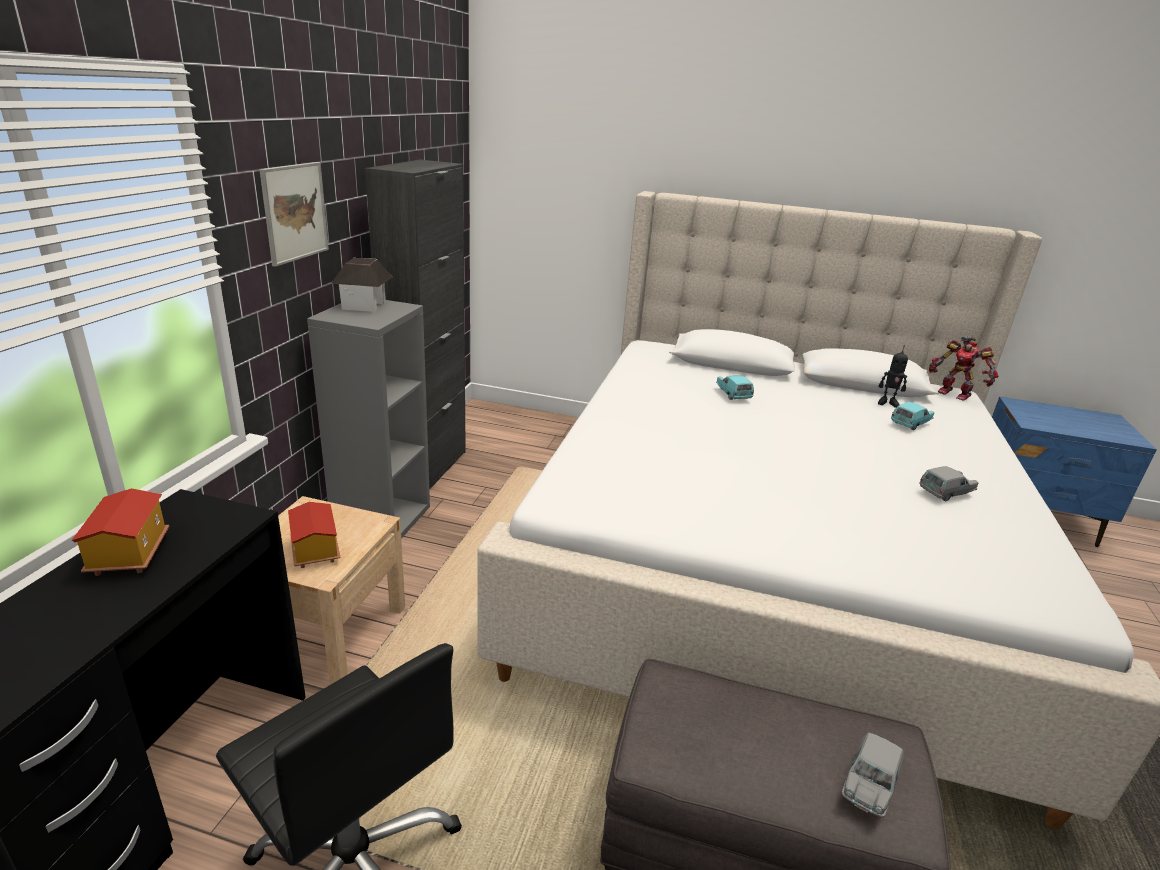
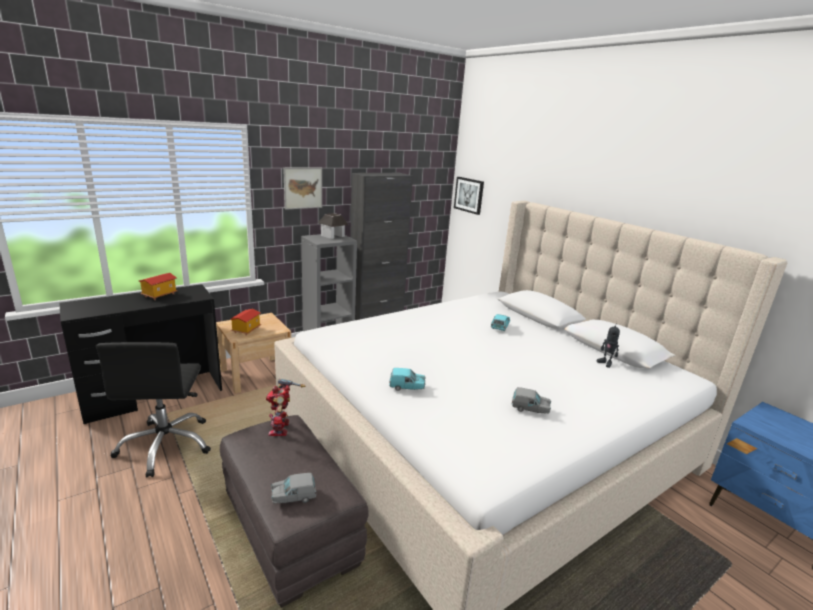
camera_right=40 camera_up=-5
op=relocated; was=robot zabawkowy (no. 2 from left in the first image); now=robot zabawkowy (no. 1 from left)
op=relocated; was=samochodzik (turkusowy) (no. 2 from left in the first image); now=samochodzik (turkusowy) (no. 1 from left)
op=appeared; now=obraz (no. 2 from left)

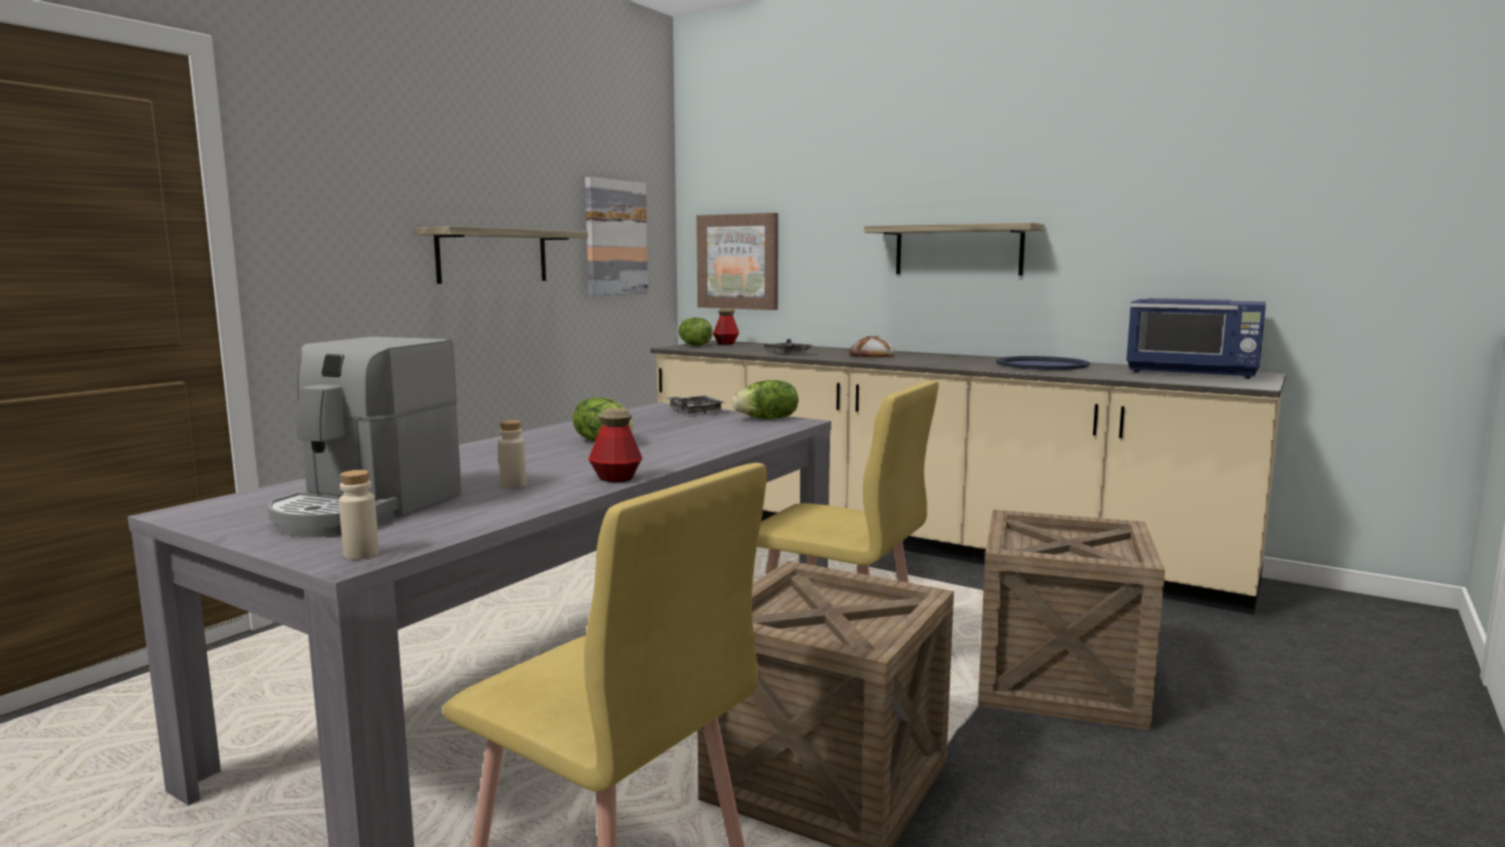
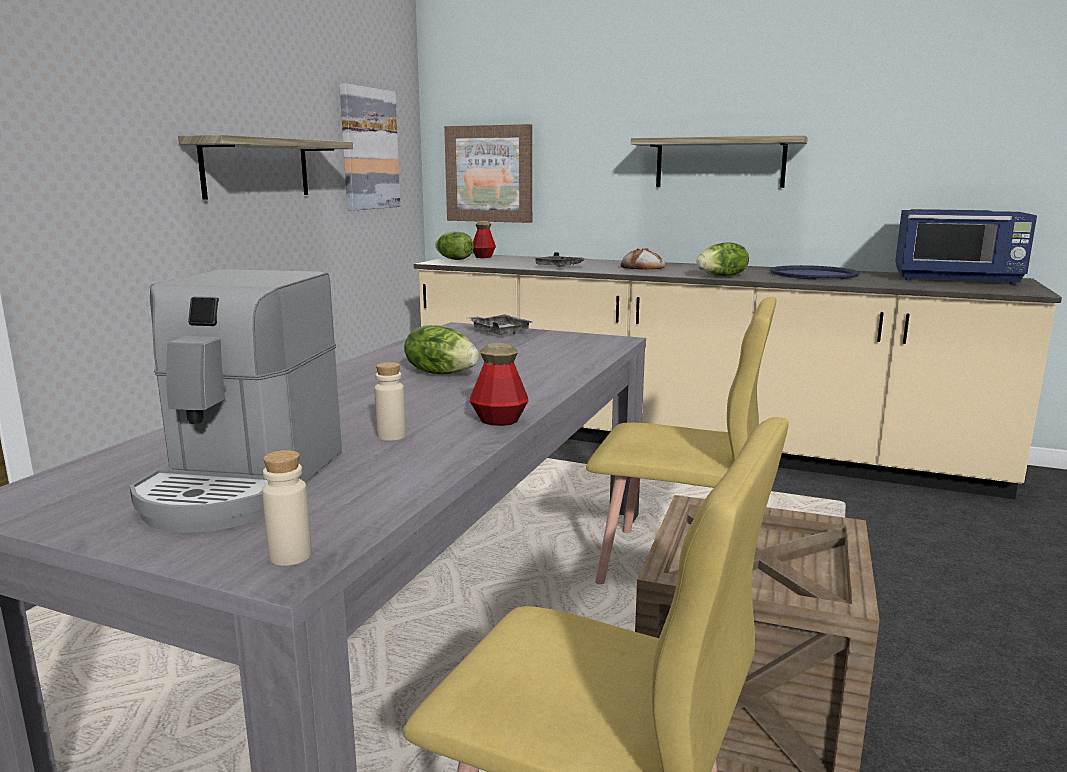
camera_right=-10 camera_up=5
op=relocated; was=sałata (no. 3 from left)
op=missing; was=skrzynka (no. 2 from left)

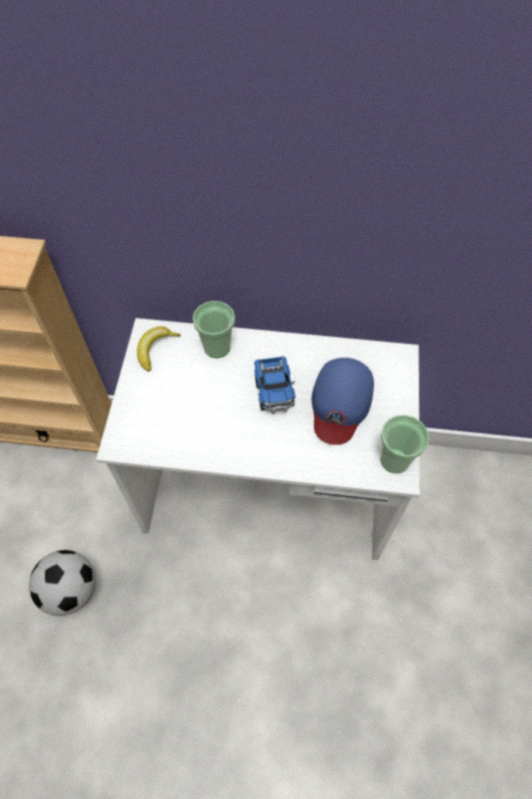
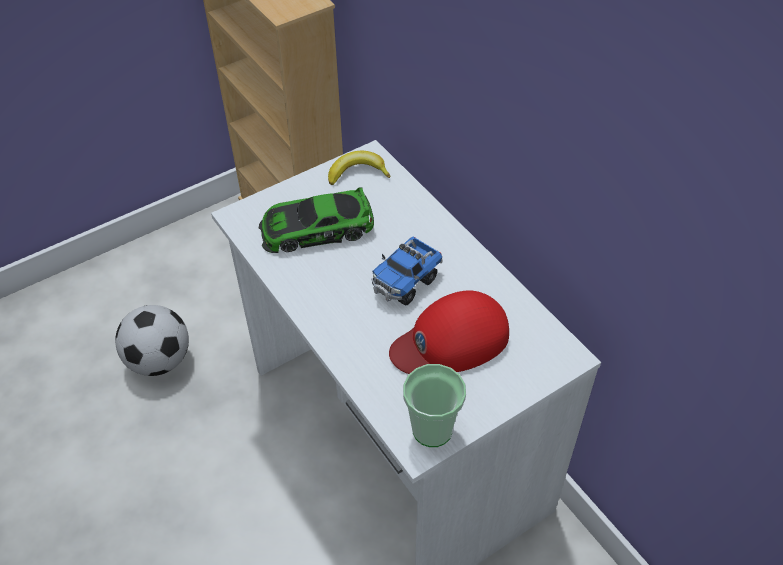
camera_right=50 camera_up=-10
op=appeared; now=samochodzik
op=colour; was=czapka z daszkiem (niebieski); now=czapka z daszkiem (czerwony)
op=missing; was=filiżanka (no. 1 from left)

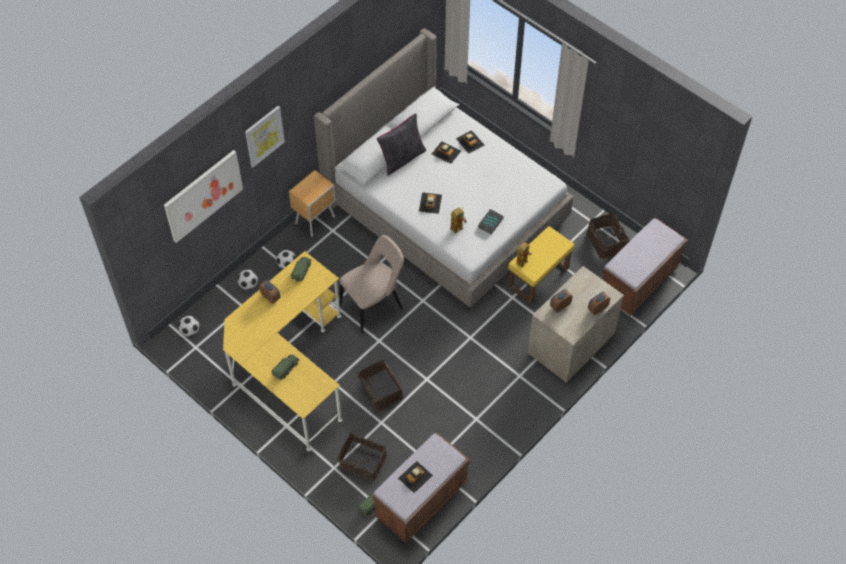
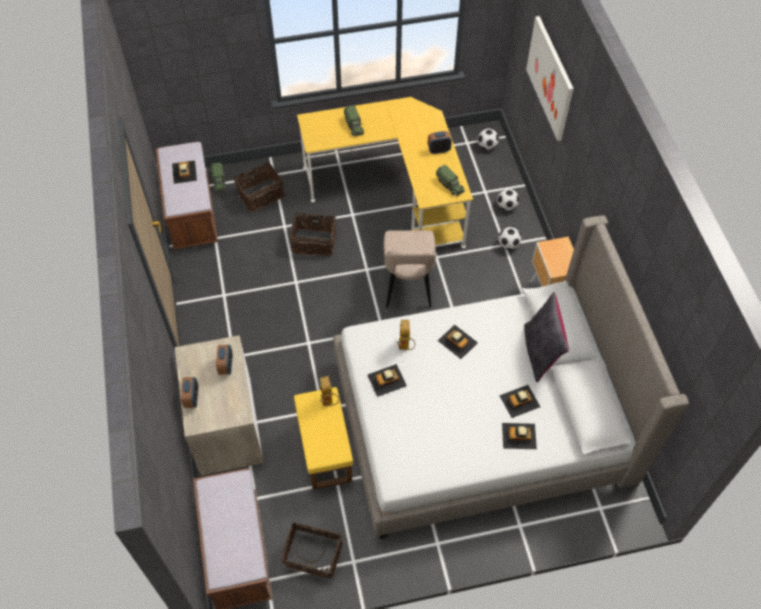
camera_right=125 camera_up=0
op=exchanged; was=książka; now=samochodzik (no. 2 from left)
op=missing; was=obraz (no. 2 from left)

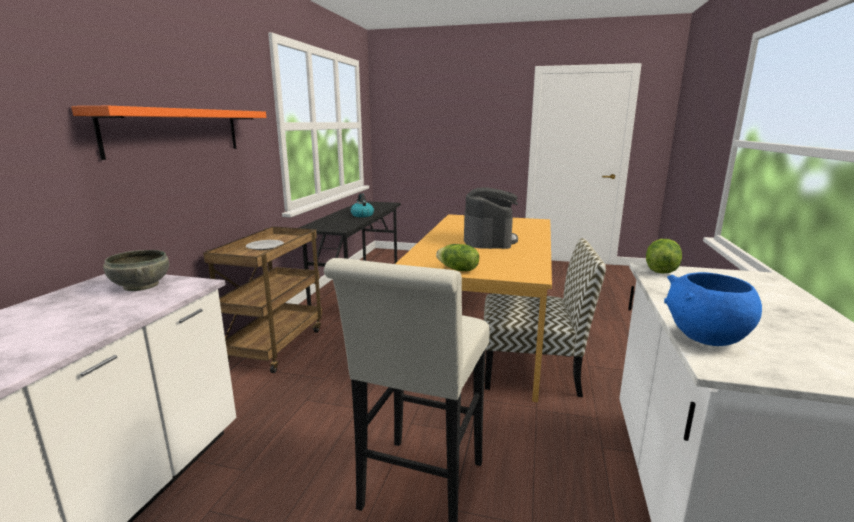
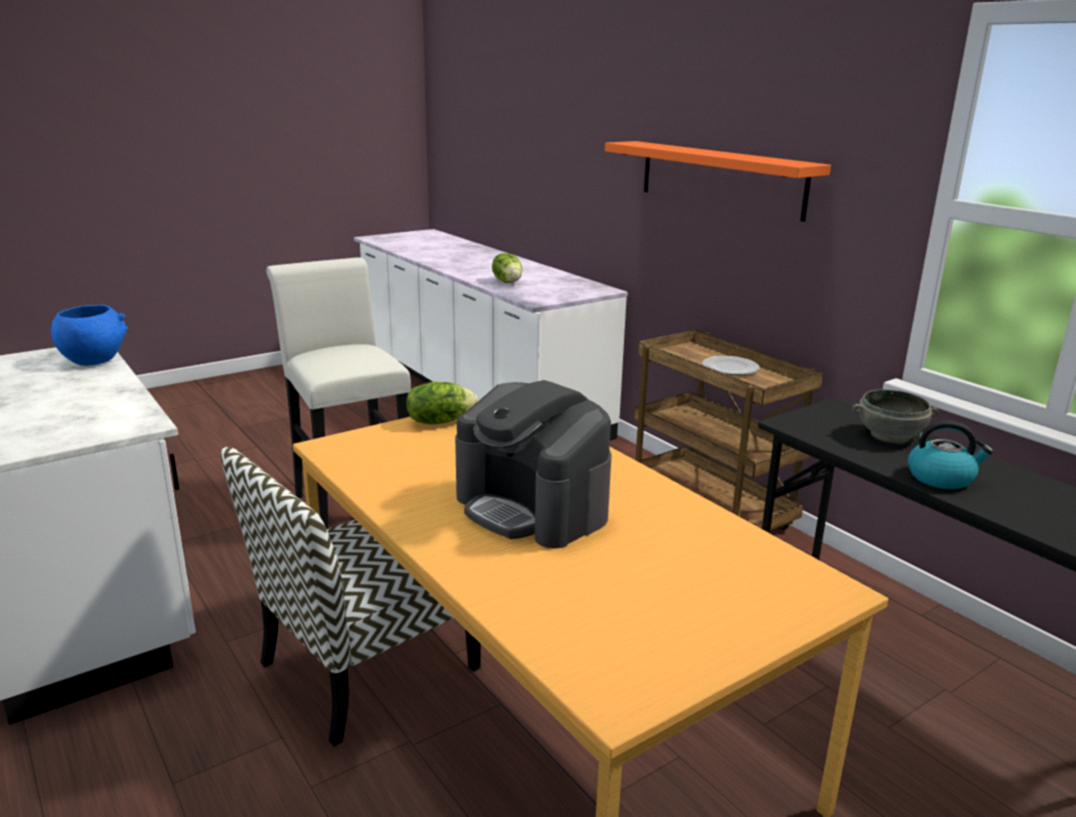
camera_right=130 camera_up=5
op=relocated; was=sałata (no. 2 from left)
op=relocated; was=miska (szary)

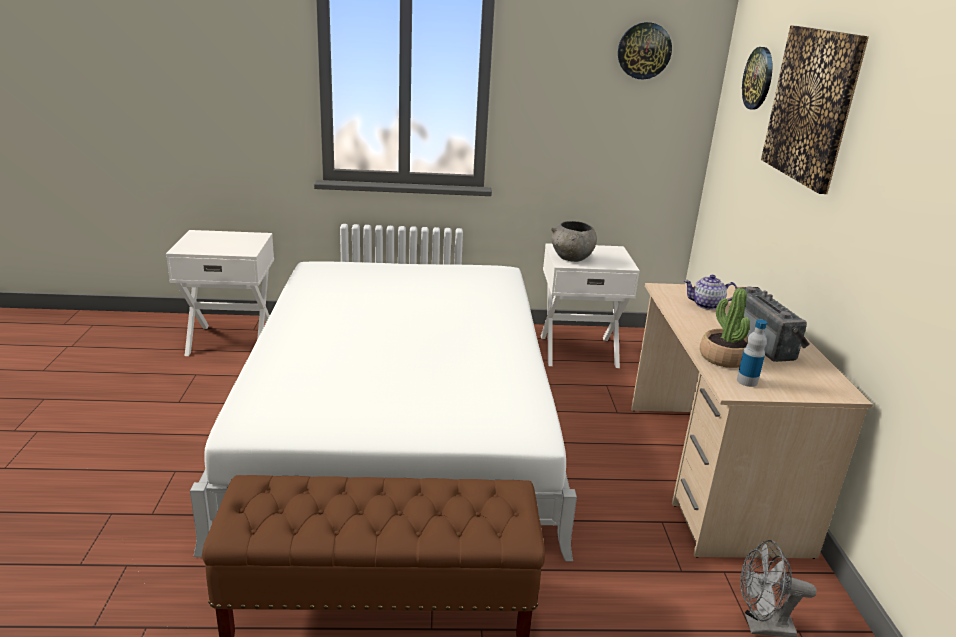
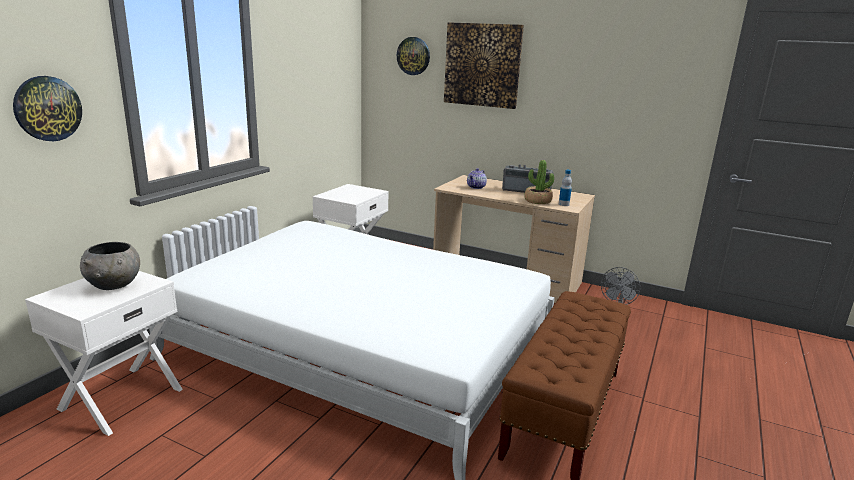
camera_right=-60 camera_up=-5
op=relocated; was=zegar ścienny (no. 1 from left)
op=relocated; was=miska (szary)

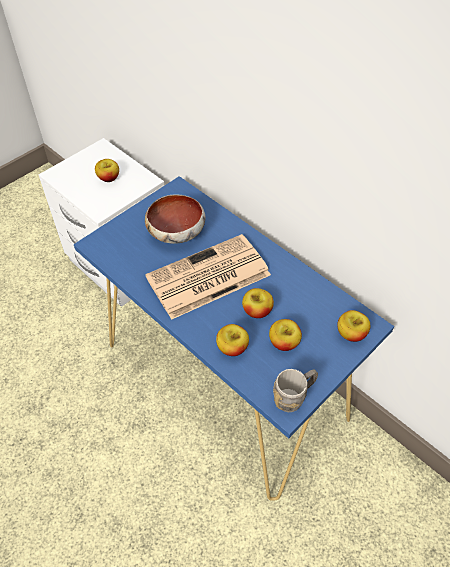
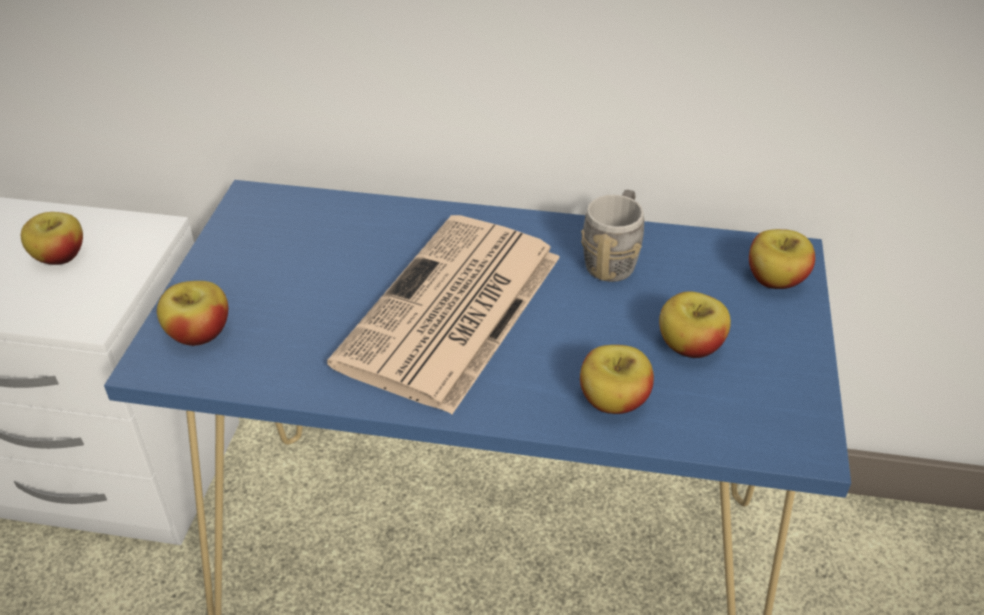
camera_right=-35 camera_up=-10
op=relocated; was=jabłko (no. 3 from left in the first image); now=jabłko (no. 2 from left)
op=relocated; was=kubek (szary)
op=missing; was=miska

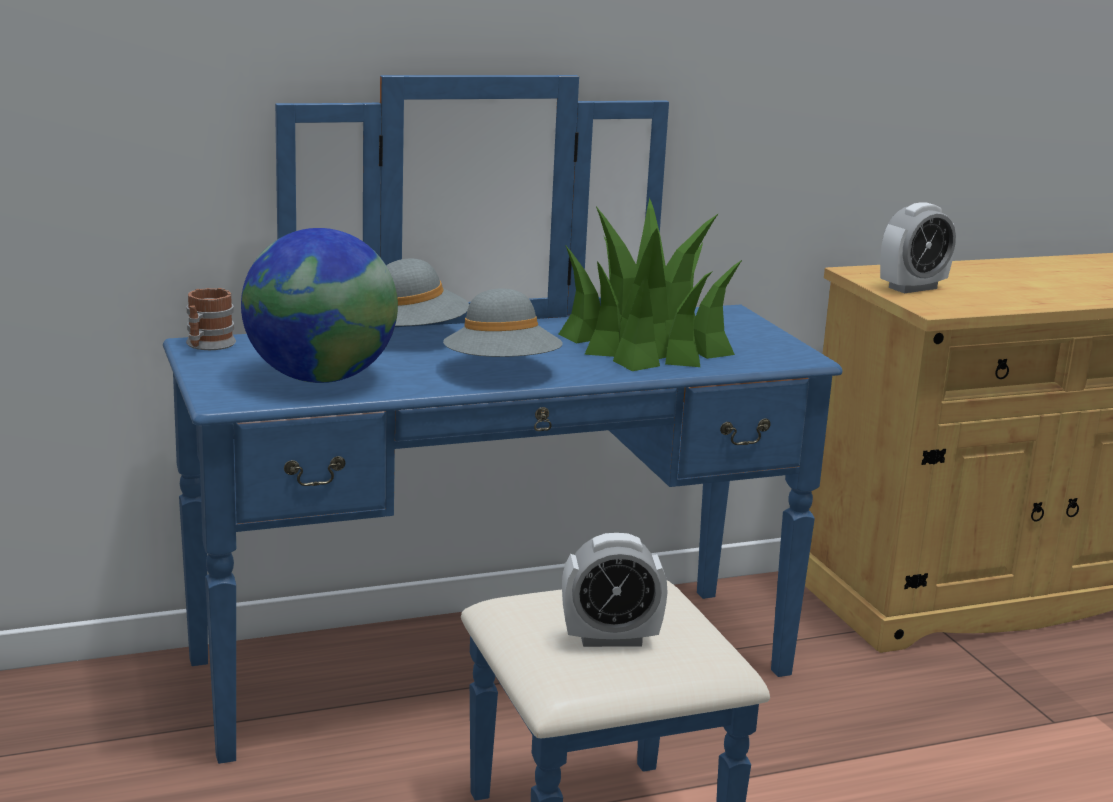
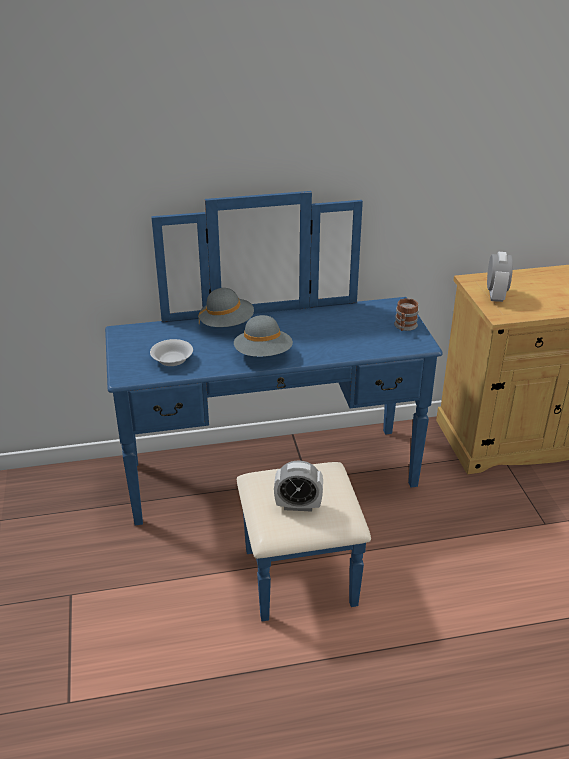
camera_right=10 camera_up=15
op=exchanged; was=globus; now=miska (biały)
op=relocated; was=kubek
op=spun; was=budzik (no. 2 from left); clockwise=-60
op=missing; was=roślina doniczkowa

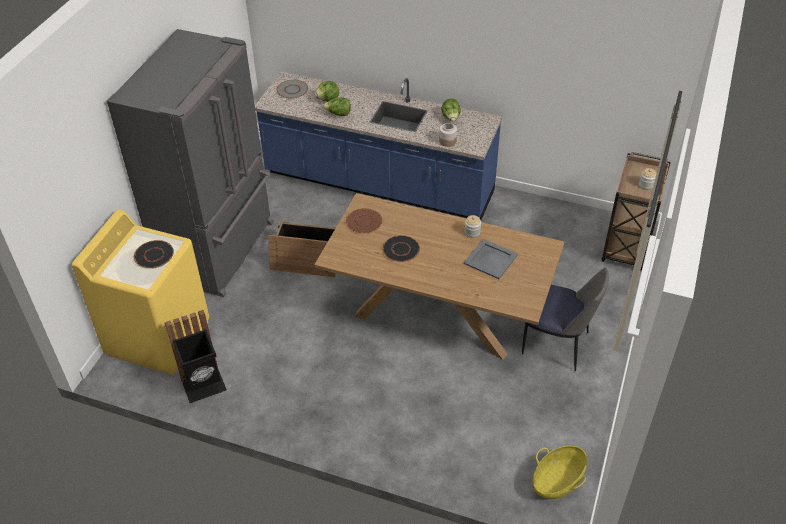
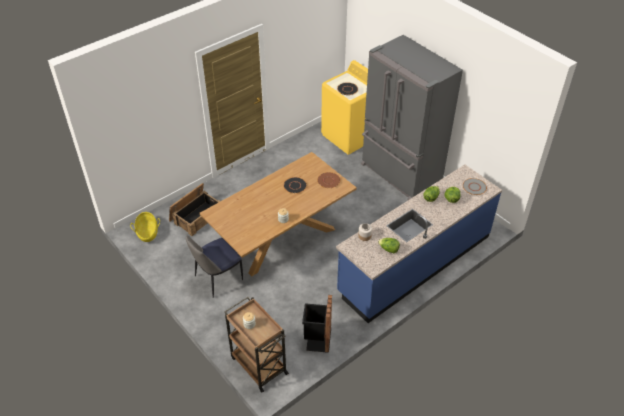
camera_right=120 camera_up=0
op=relocated; was=skrzynka
op=relocated; was=kosz na śmieci (czarny)
op=missing; was=taca (szary)

